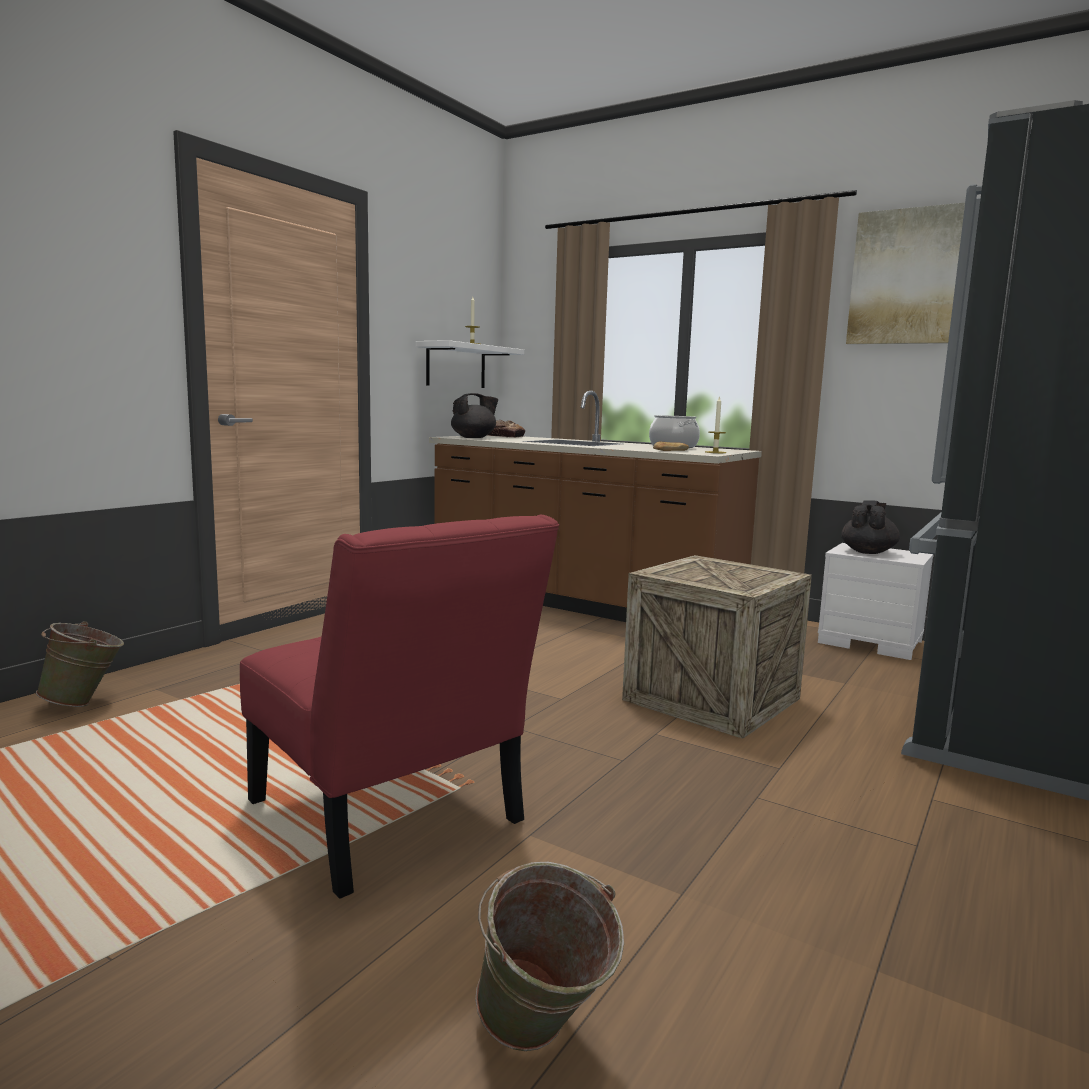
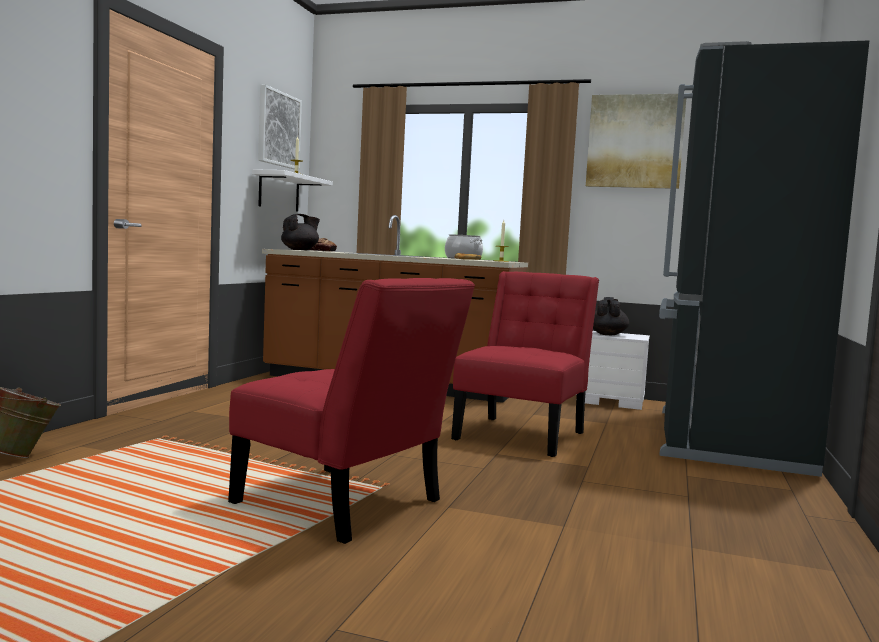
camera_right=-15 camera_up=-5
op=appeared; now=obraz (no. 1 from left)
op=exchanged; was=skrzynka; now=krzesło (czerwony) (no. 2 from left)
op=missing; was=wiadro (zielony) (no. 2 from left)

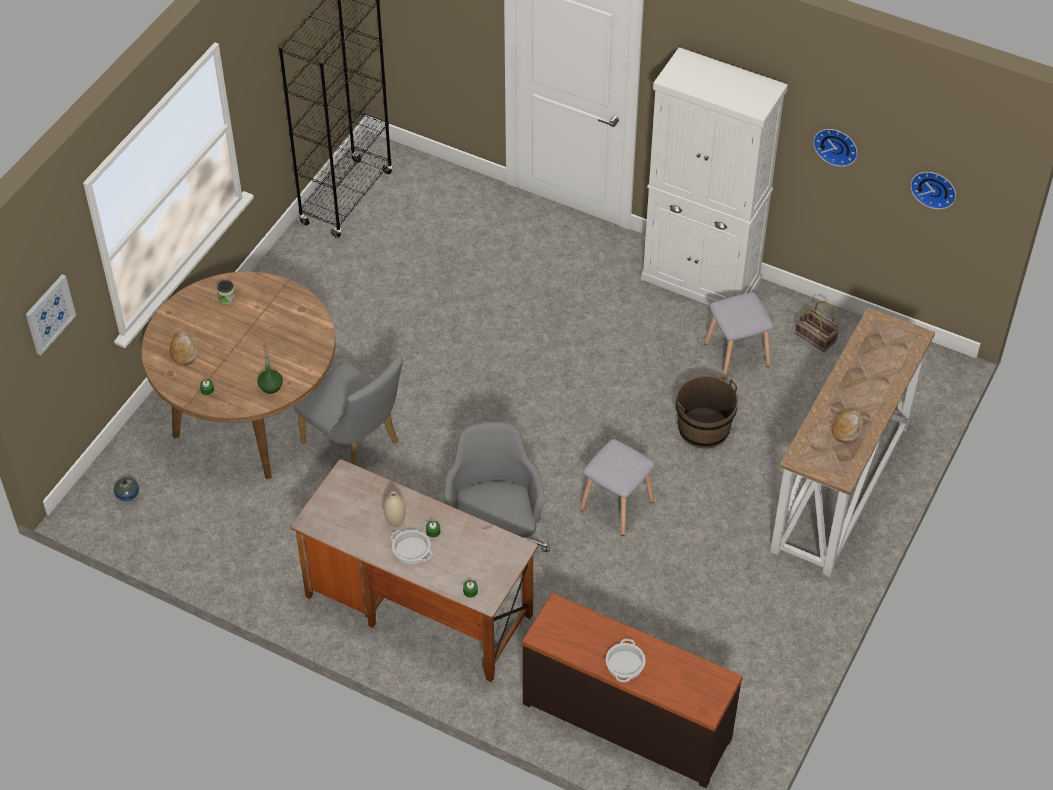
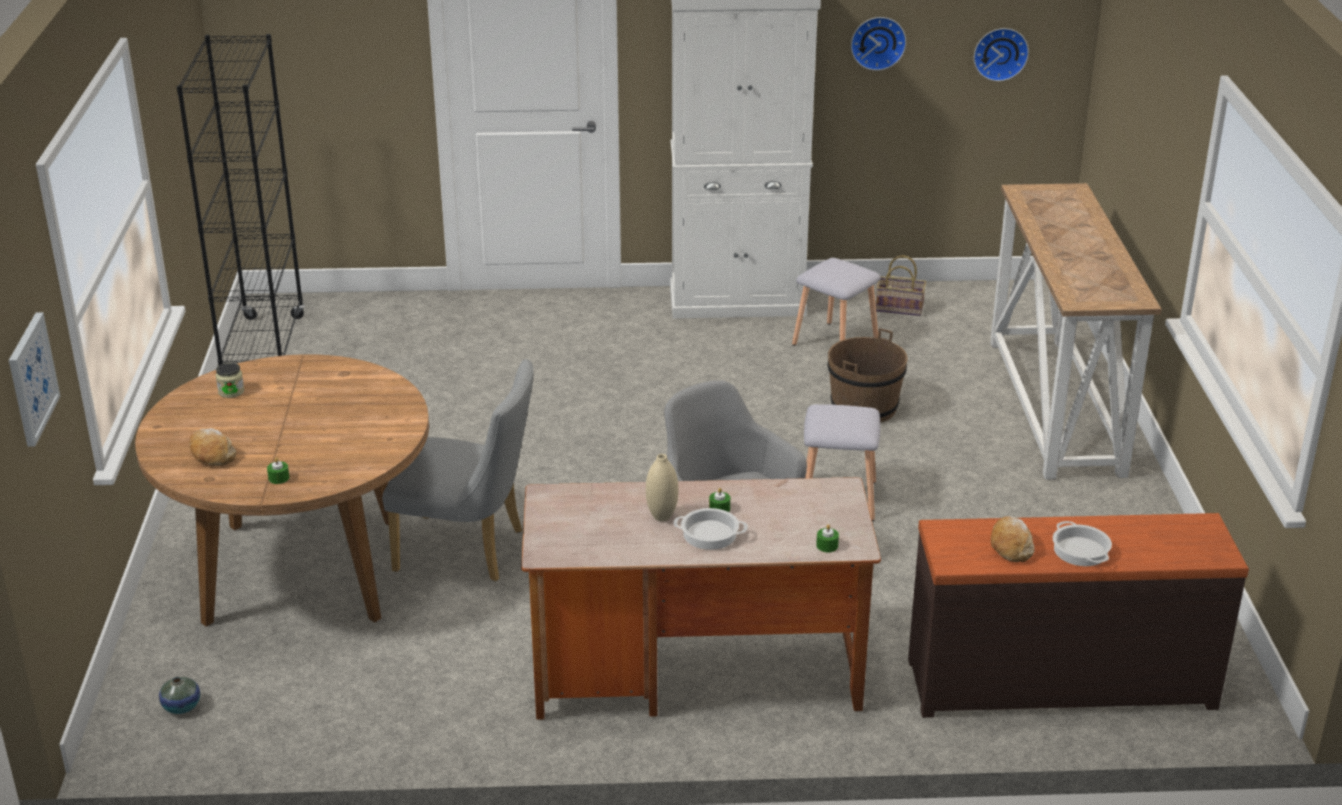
camera_right=-30 camera_up=-20
op=relocated; was=chleb (no. 2 from left)
op=missing; was=butelka (zielony)

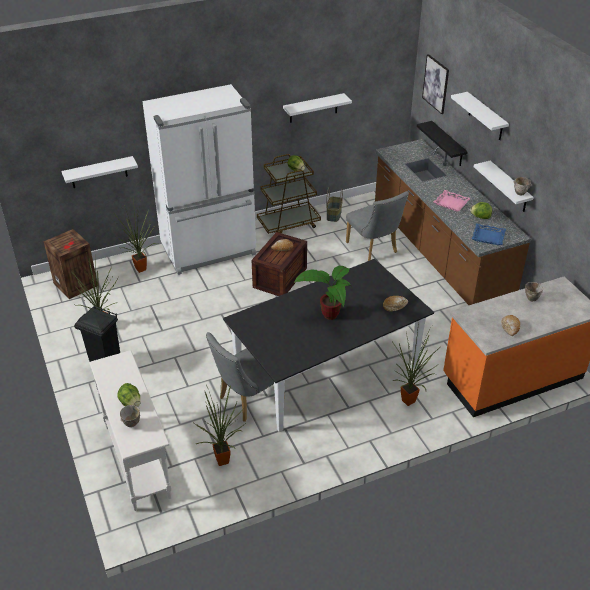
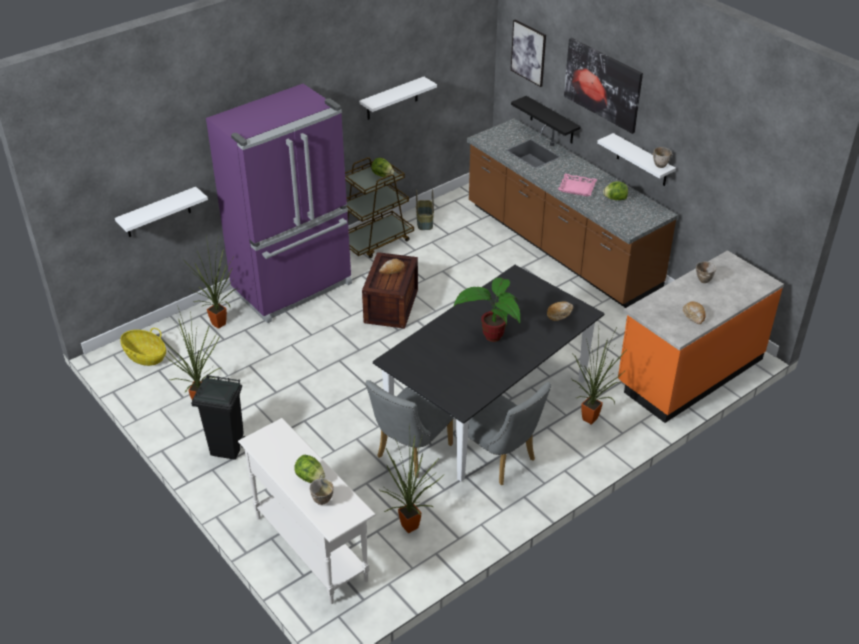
camera_right=-15 camera_up=0
op=exchanged; was=skrzynka (no. 1 from left); now=koszyk (no. 1 from left)
op=colour; was=lodówka (biały); now=lodówka (fioletowy)
op=relocated; was=krzesło (szary) (no. 2 from left)
op=exchanged; was=półka (biały) (no. 3 from left); now=obraz (no. 2 from left)
op=missing; was=taca (niebieski)

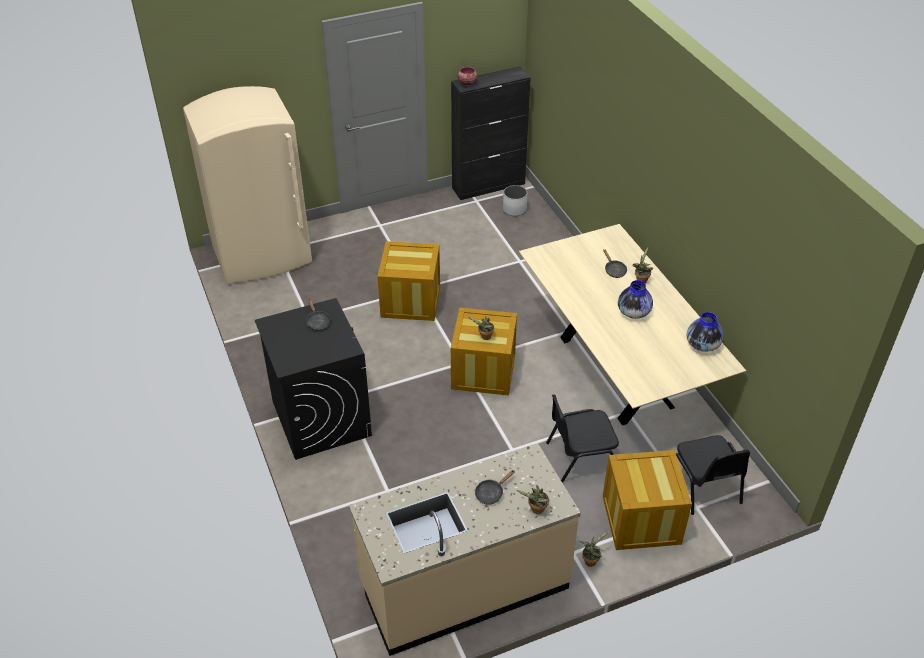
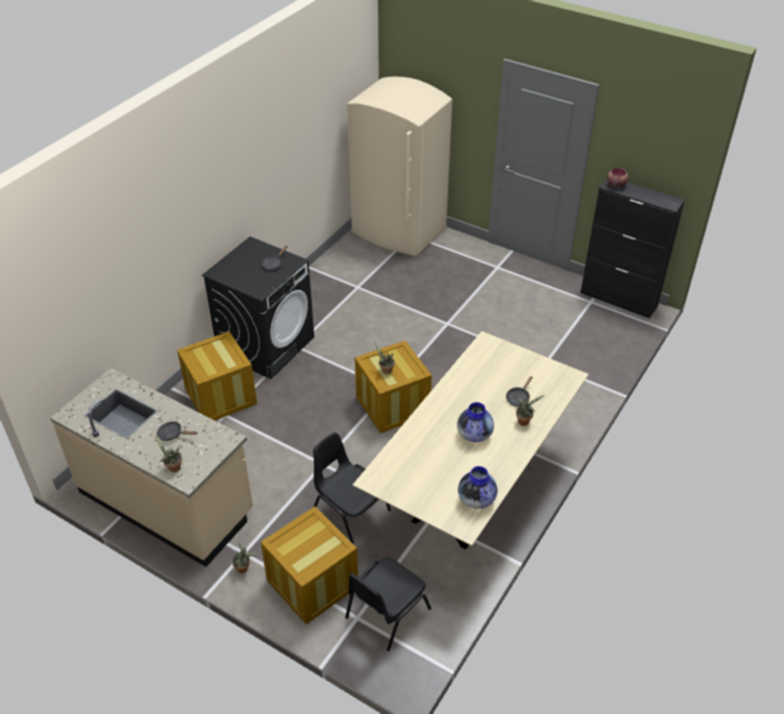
camera_right=55 camera_up=0
op=relocated; was=skrzynka (no. 1 from left)
op=missing; was=donica (biały)

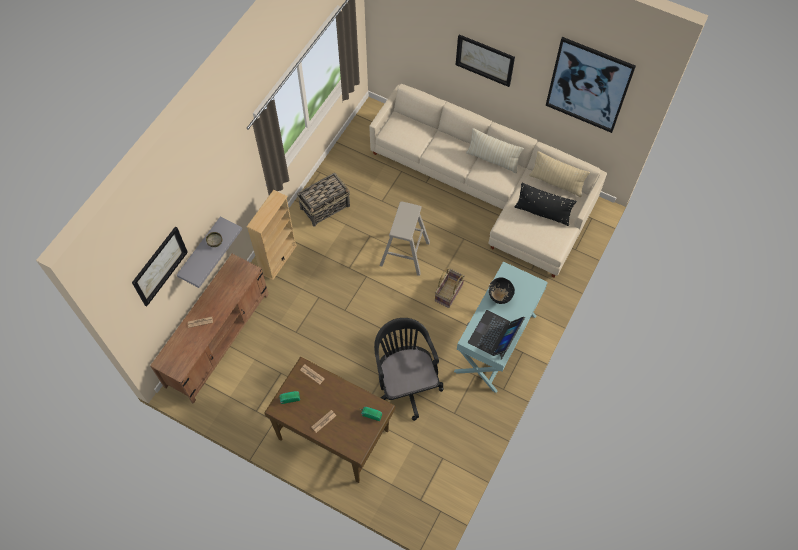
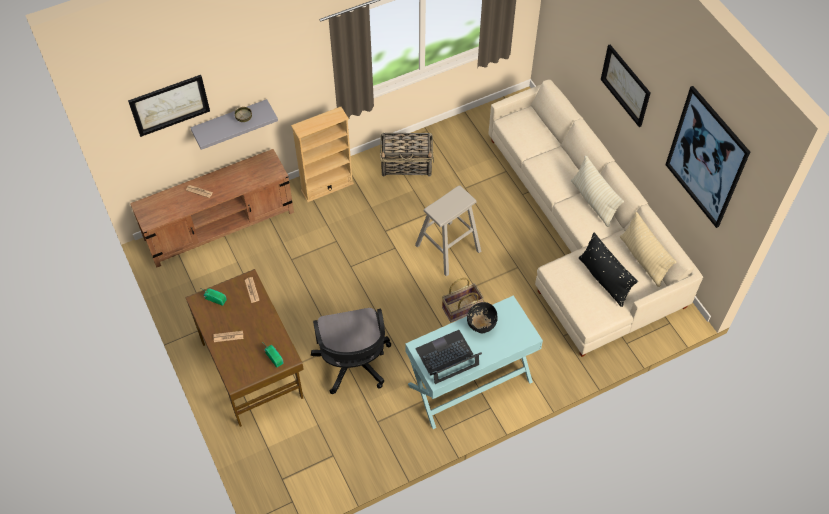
camera_right=35 camera_up=-5
op=spun; was=krzesło biurowe (czarny); clockwise=150

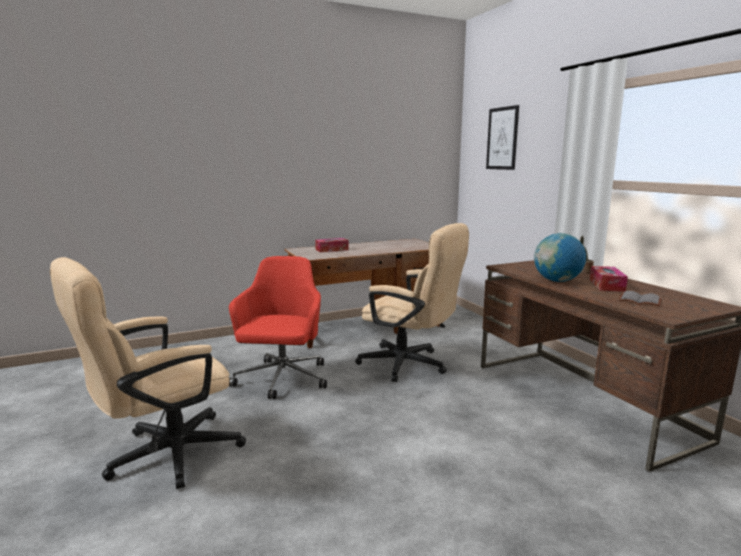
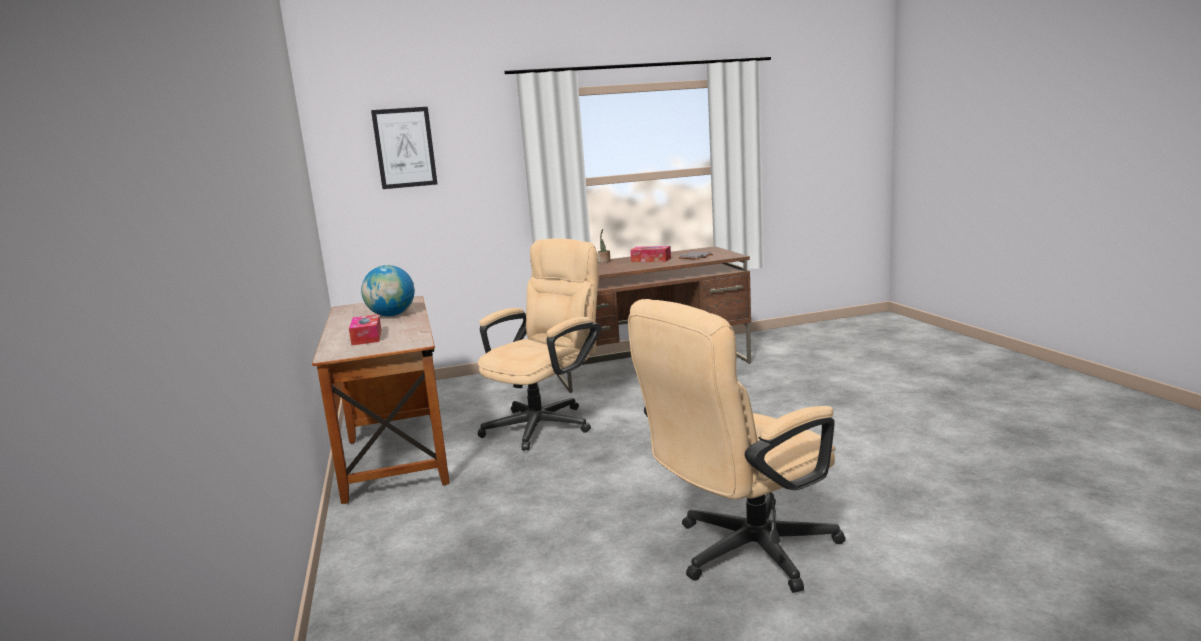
camera_right=-80 camera_up=0
op=relocated; was=globus
op=spun; was=krzesło biurowe (beżowy) (no. 1 from left in the first image); clockwise=90
op=missing; was=krzesło biurowe (czerwony)

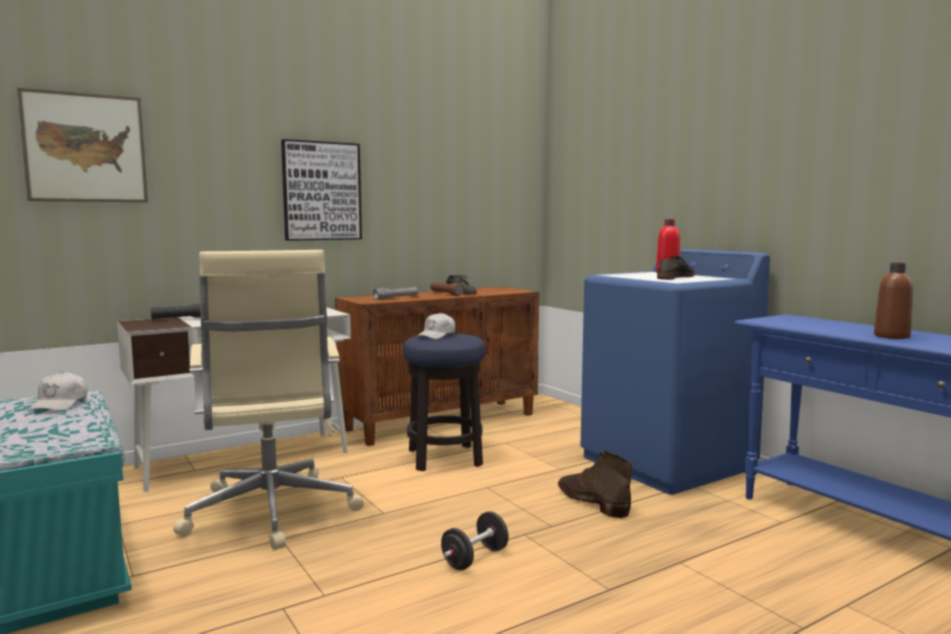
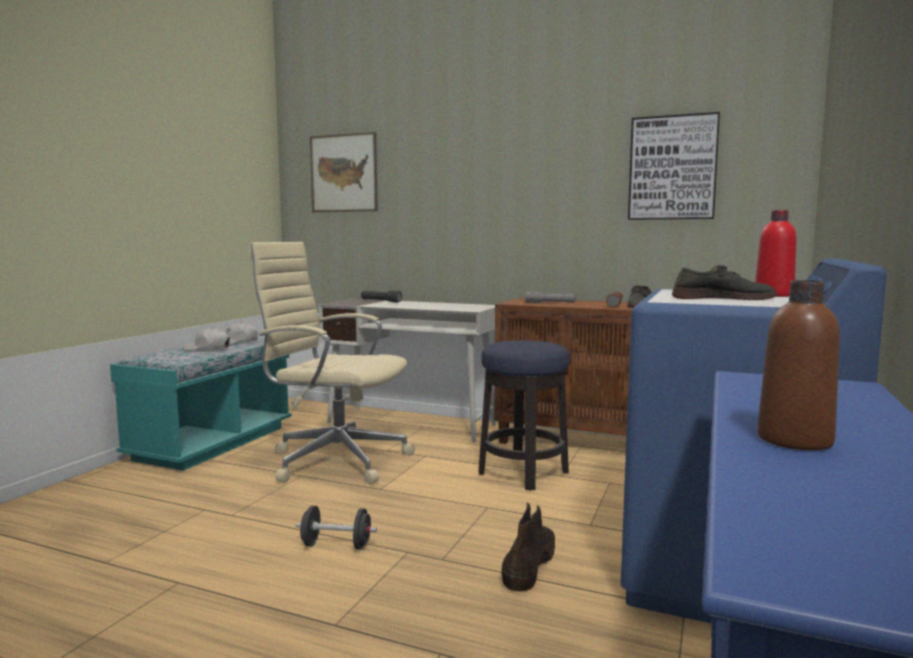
camera_right=55 camera_up=0
op=relocated; was=czapka z daszkiem (biały) (no. 2 from left in the first image); now=czapka z daszkiem (biały) (no. 1 from left)
op=spun; was=krzesło biurowe (beżowy); clockwise=75
op=relocated; was=obraz (no. 2 from left)

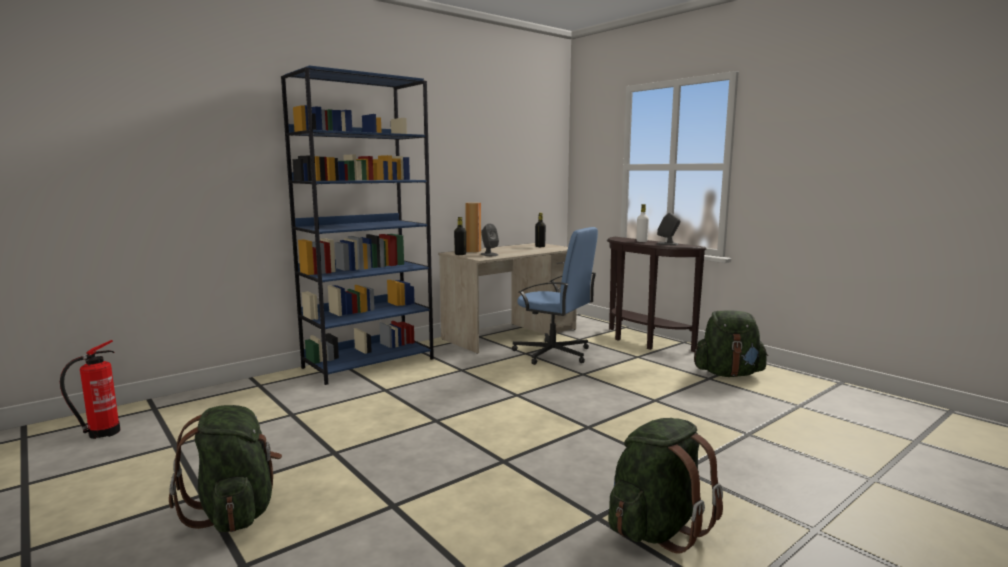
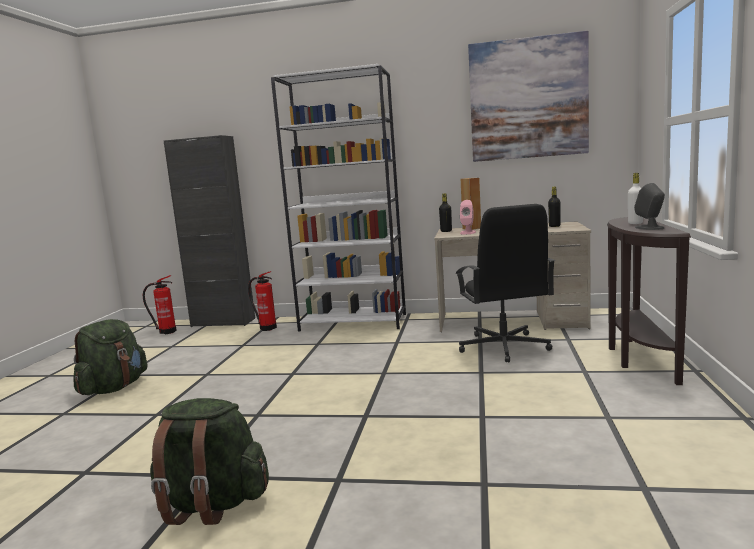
camera_right=50 camera_up=0
op=appeared; now=szafka (czarny)
op=appeared; now=gaśnica (no. 2 from left)
op=colour; was=regał (niebieski); now=regał (biały)
op=colour; was=krzesło biurowe (niebieski); now=krzesło biurowe (czarny)
op=colour; was=głośnik (szary) (no. 1 from left); now=głośnik (różowy)
op=appeared; now=obraz
op=missing; was=plecak (zielony) (no. 3 from left)

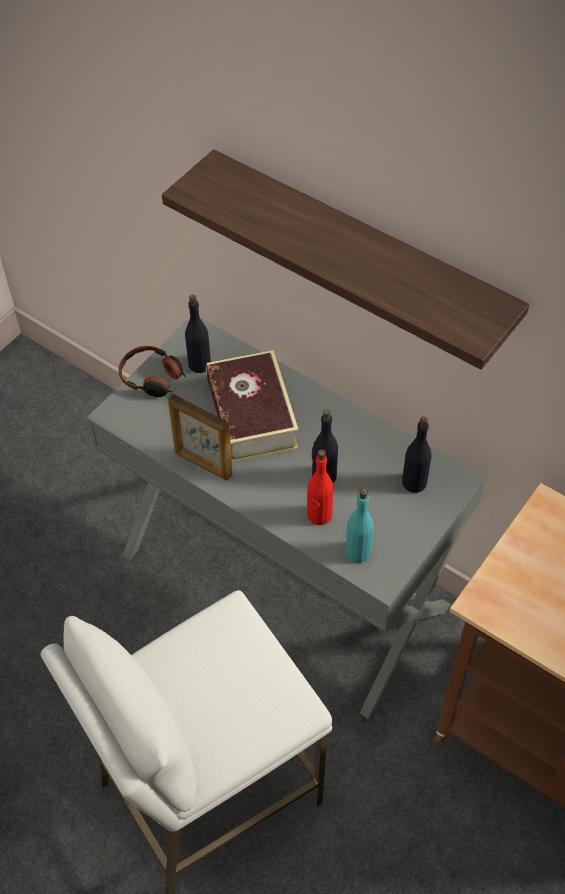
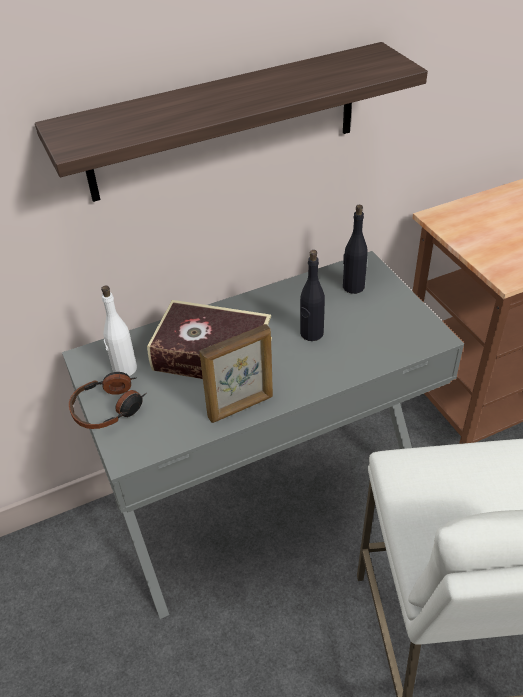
camera_right=-60 camera_up=-10
op=colour; was=butelka (czarny) (no. 1 from left); now=butelka (biały)
op=missing; was=butelka (czerwony)
op=missing; was=butelka (turkusowy)

